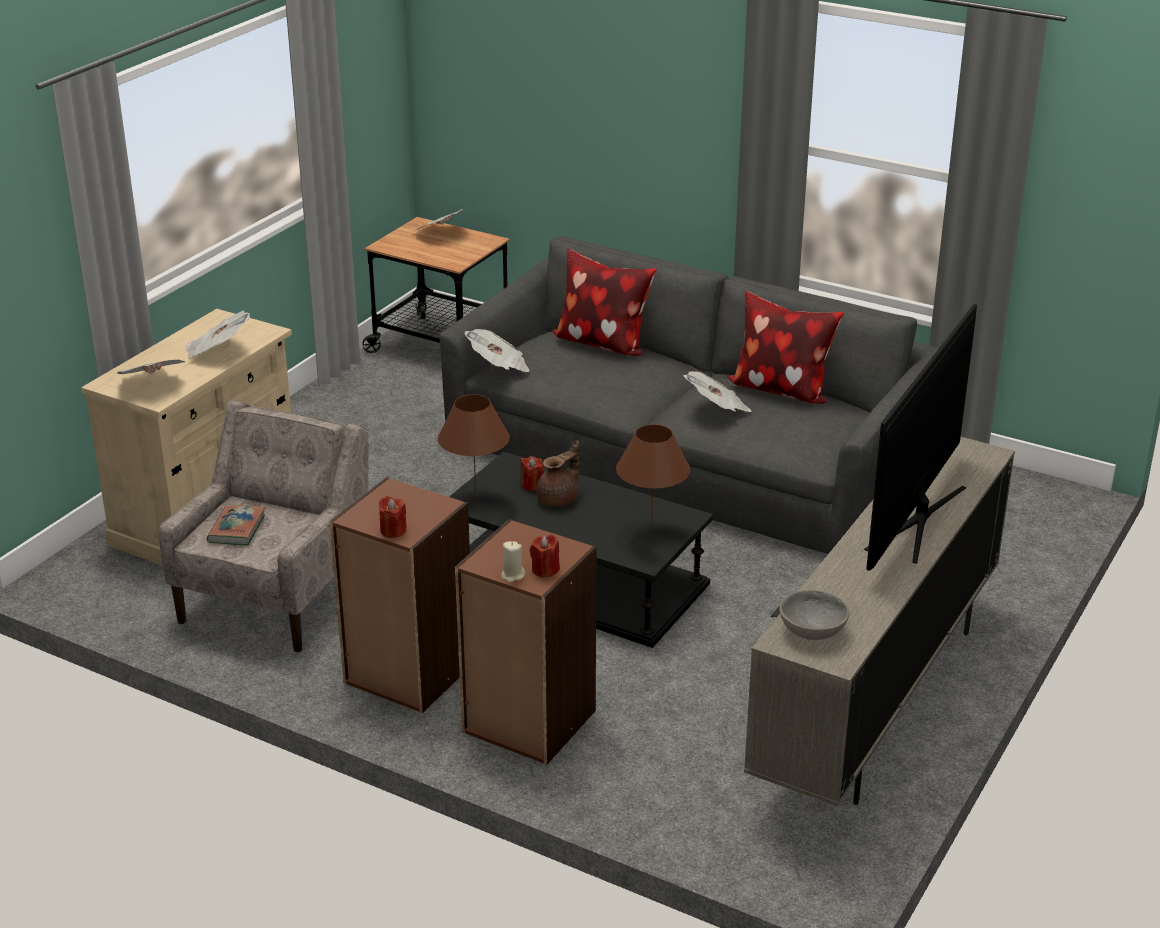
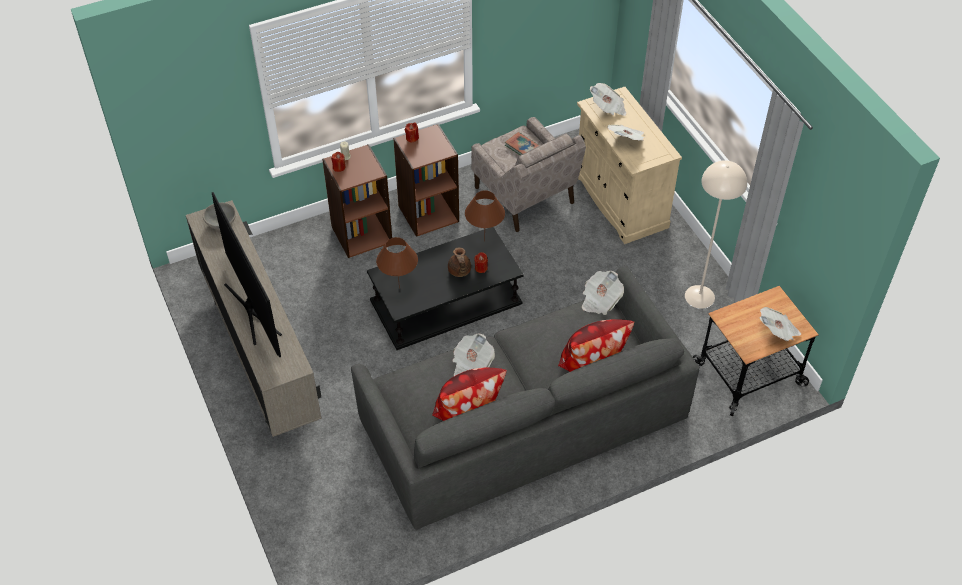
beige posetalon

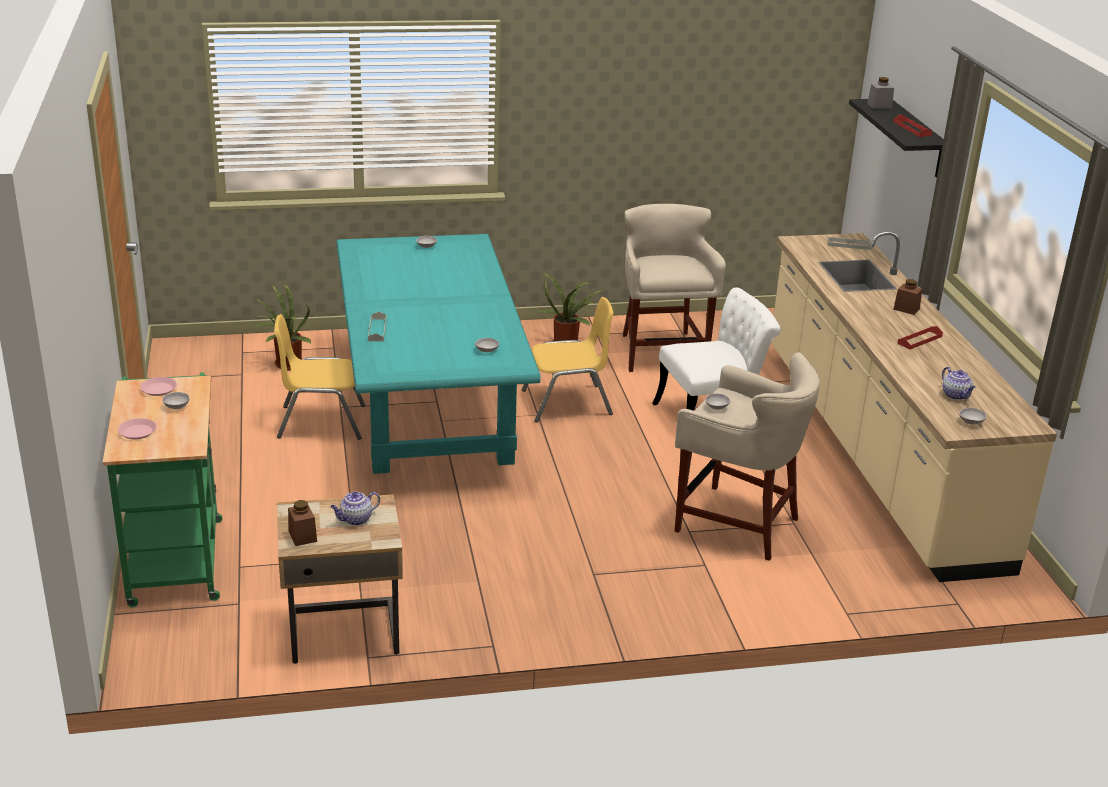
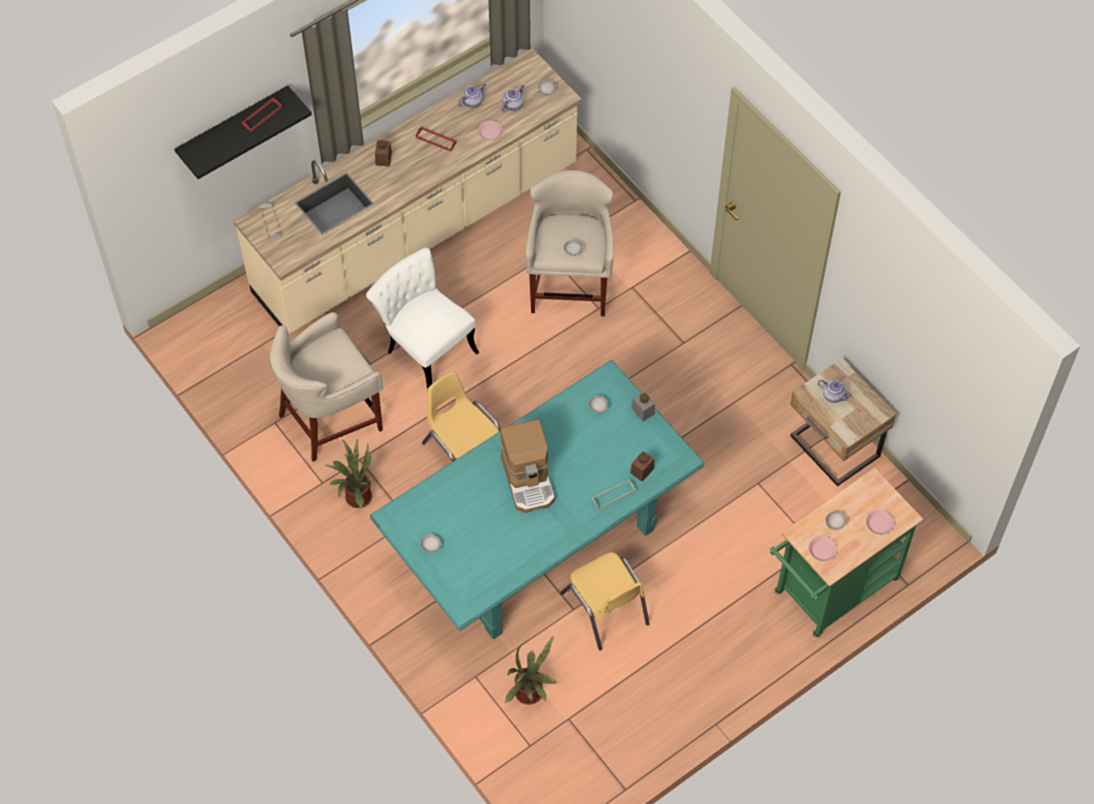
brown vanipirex (no. 2 from left)
grey vanipirex
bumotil (no. 1 from left)
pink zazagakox (no. 1 from left)
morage

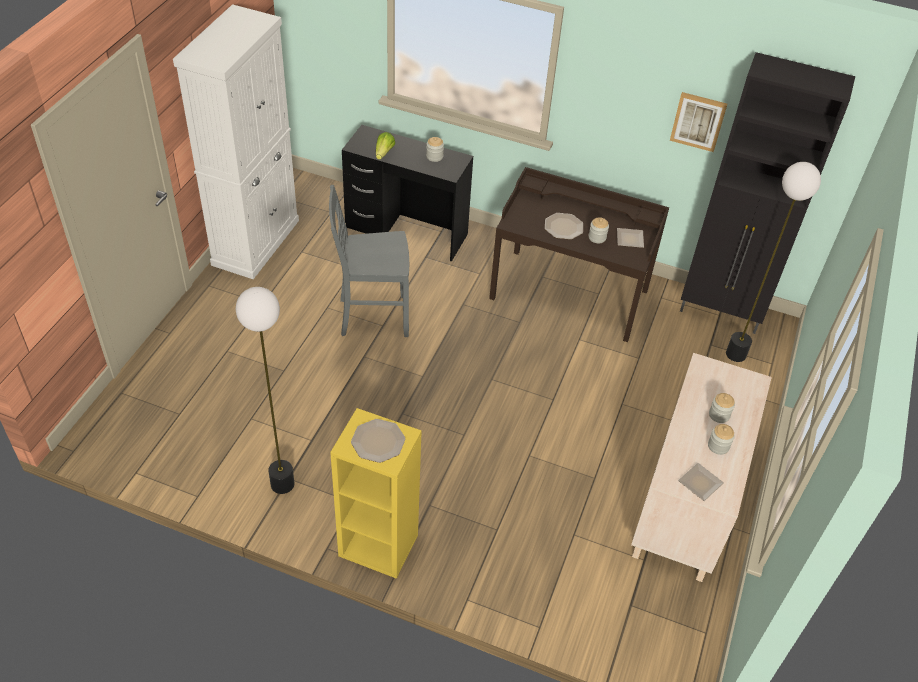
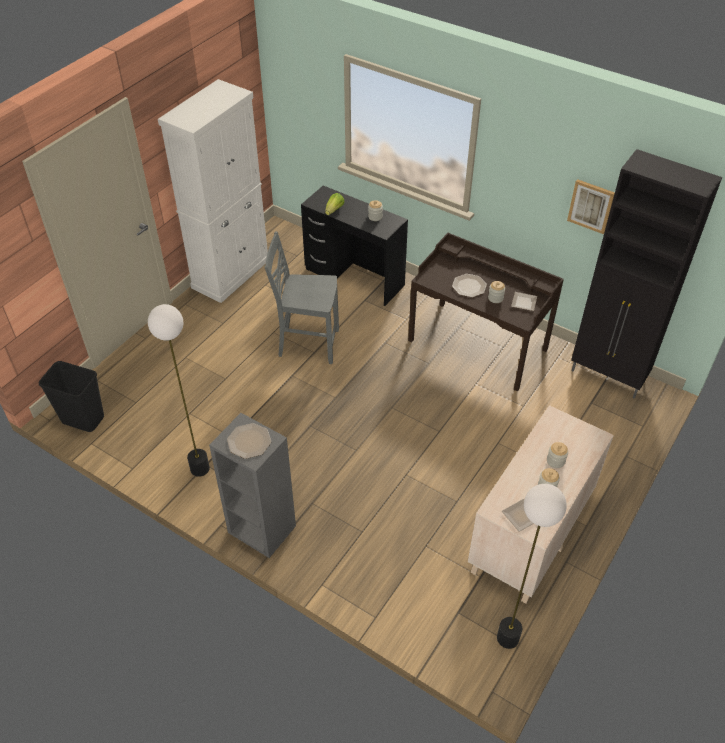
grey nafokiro
posetalon (no. 2 from left)
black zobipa

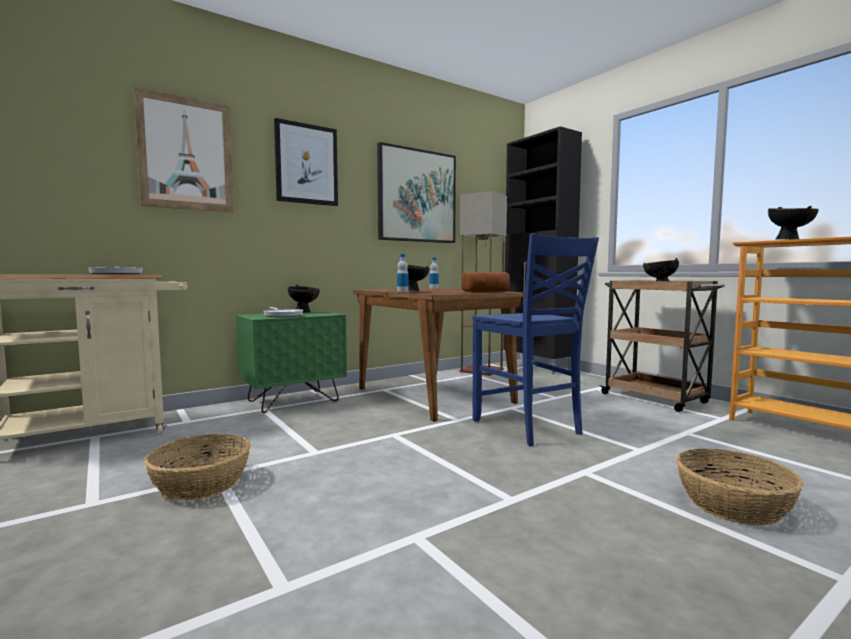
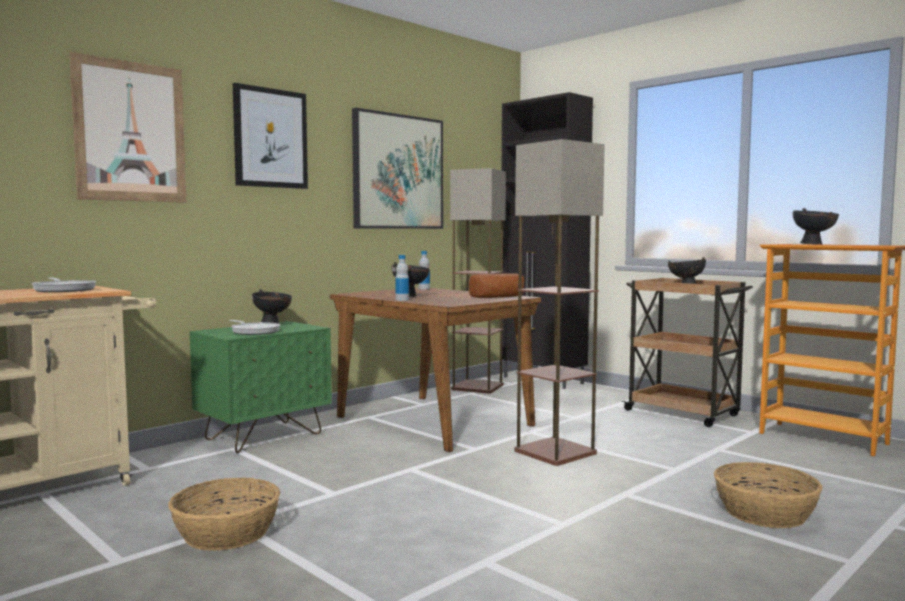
posetalon (no. 2 from left)

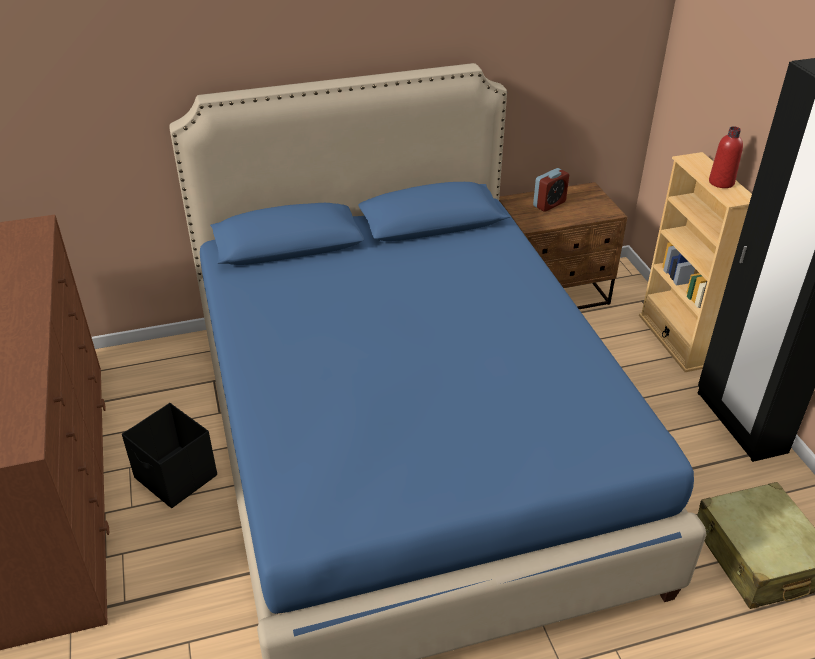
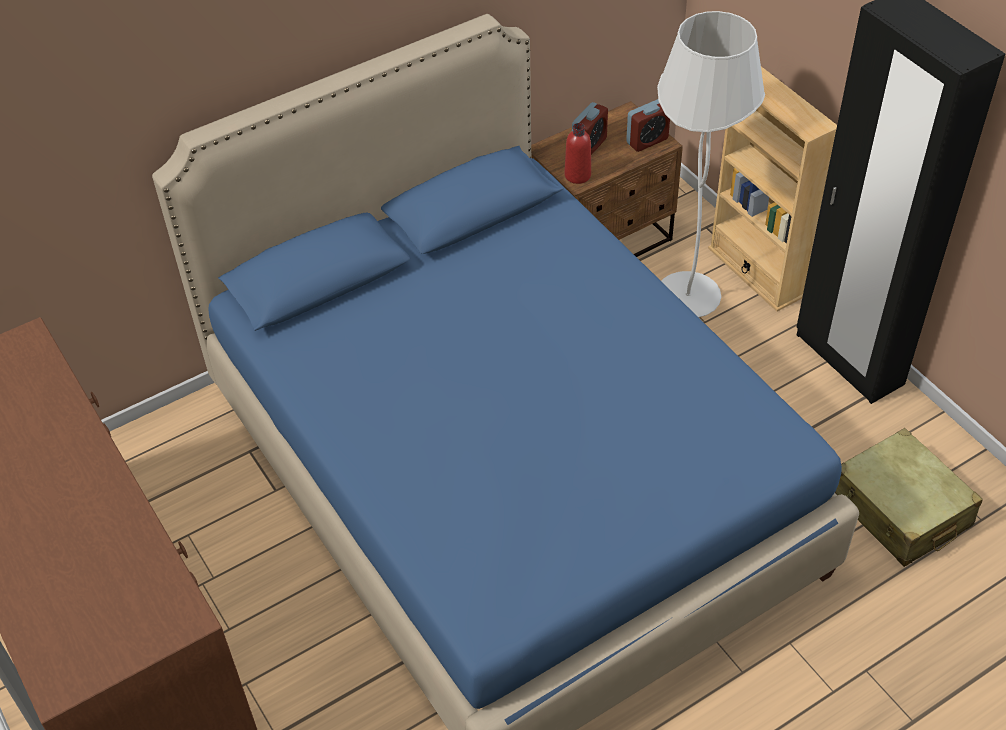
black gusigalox
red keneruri
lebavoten (no. 2 from left)
white posetalon

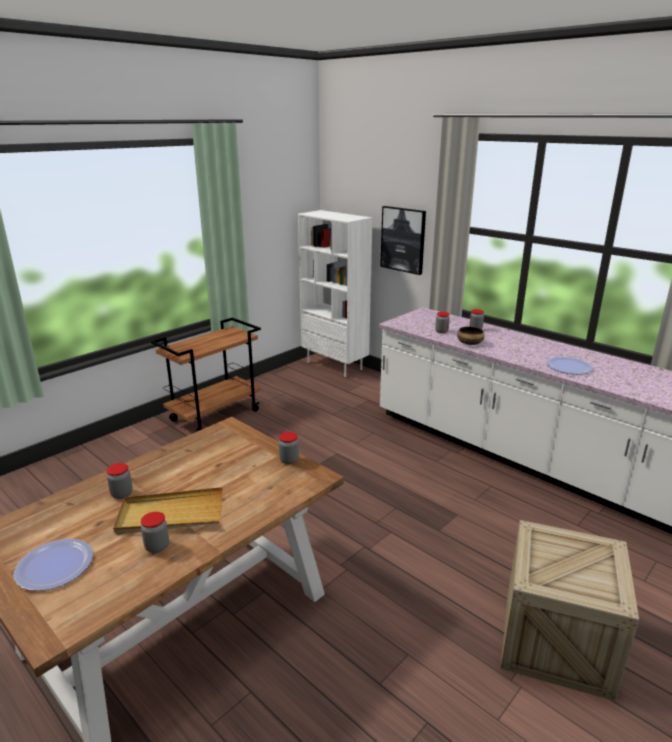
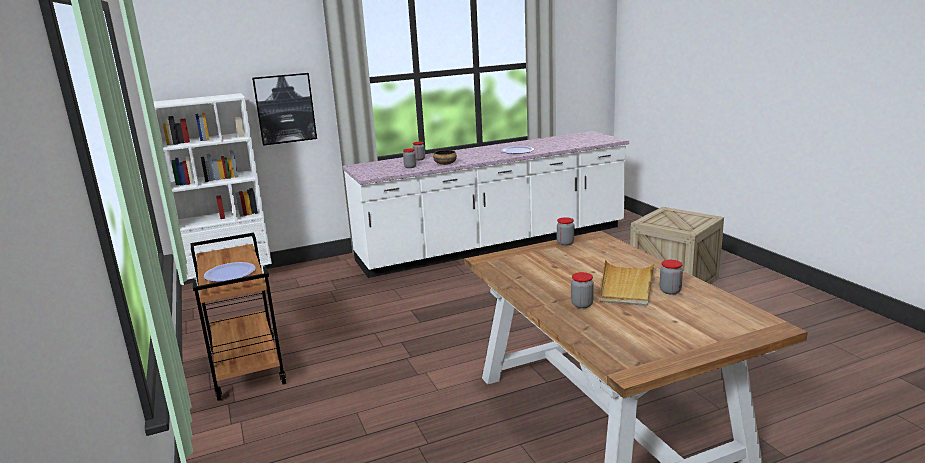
zazagakox (no. 1 from left)

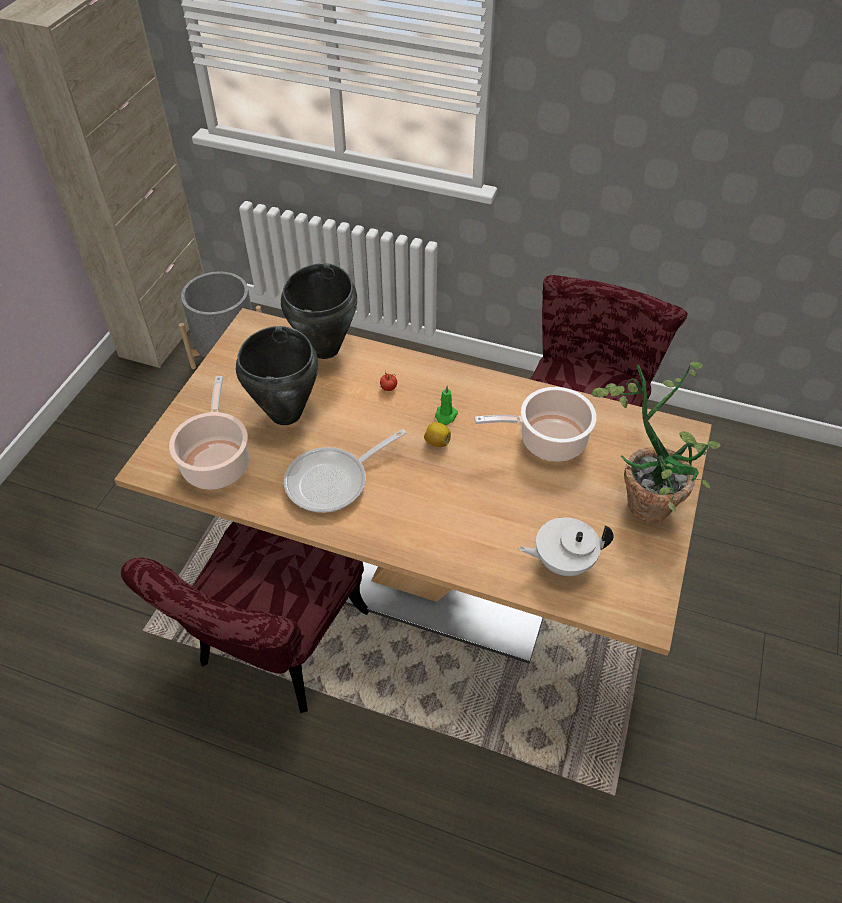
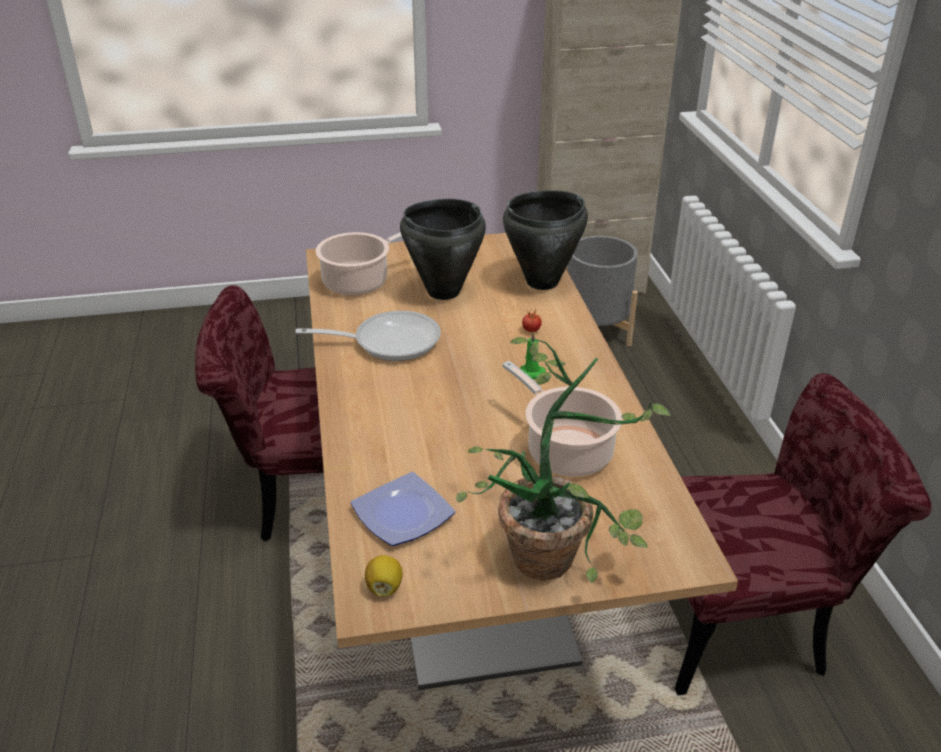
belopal
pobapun
zazagakox

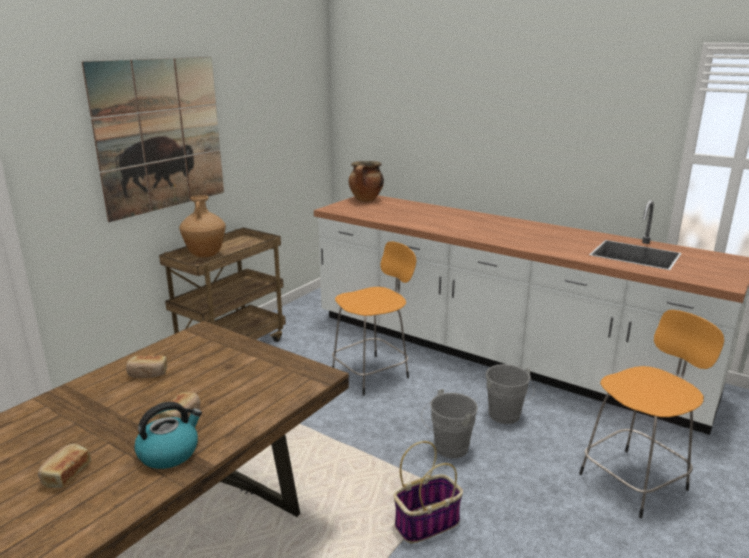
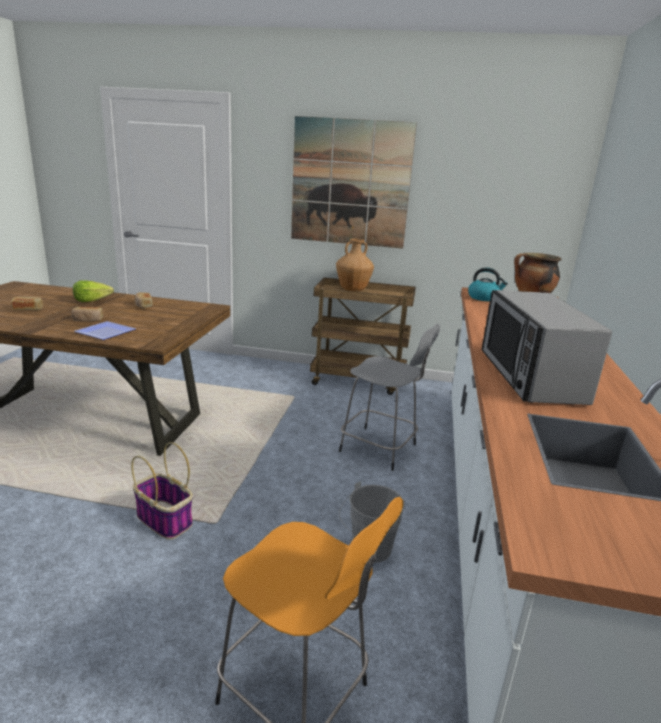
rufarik
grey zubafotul
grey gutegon (no. 1 from left in the first image)
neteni
zazagakox
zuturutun

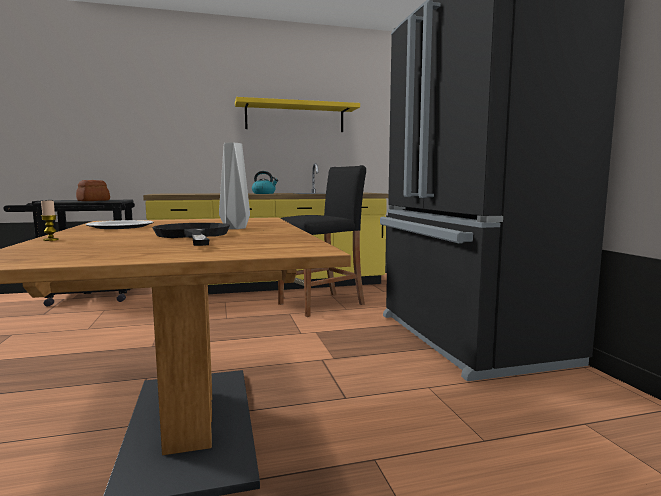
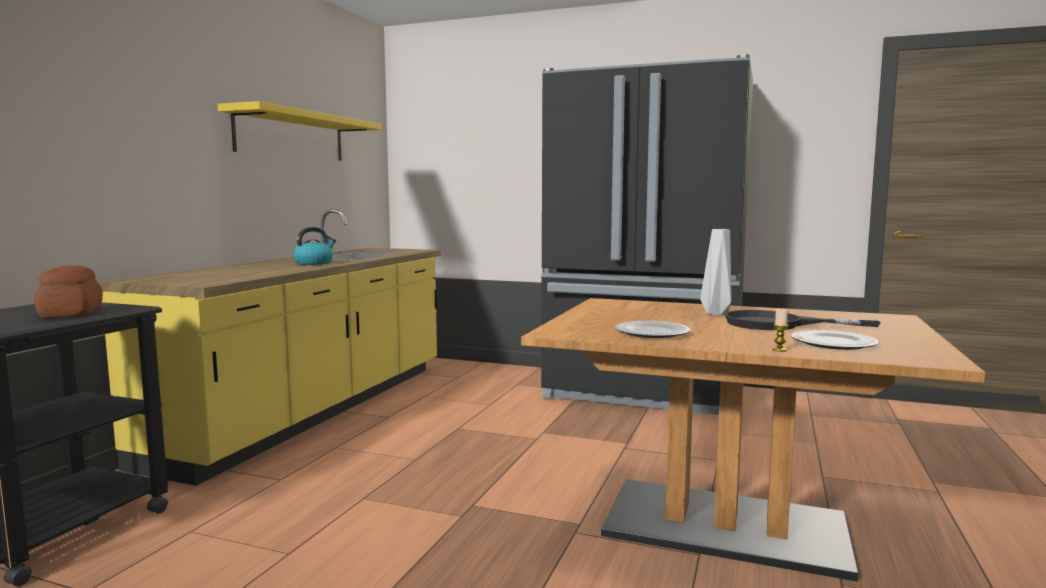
black zubafotul
zazagakox (no. 2 from left)

